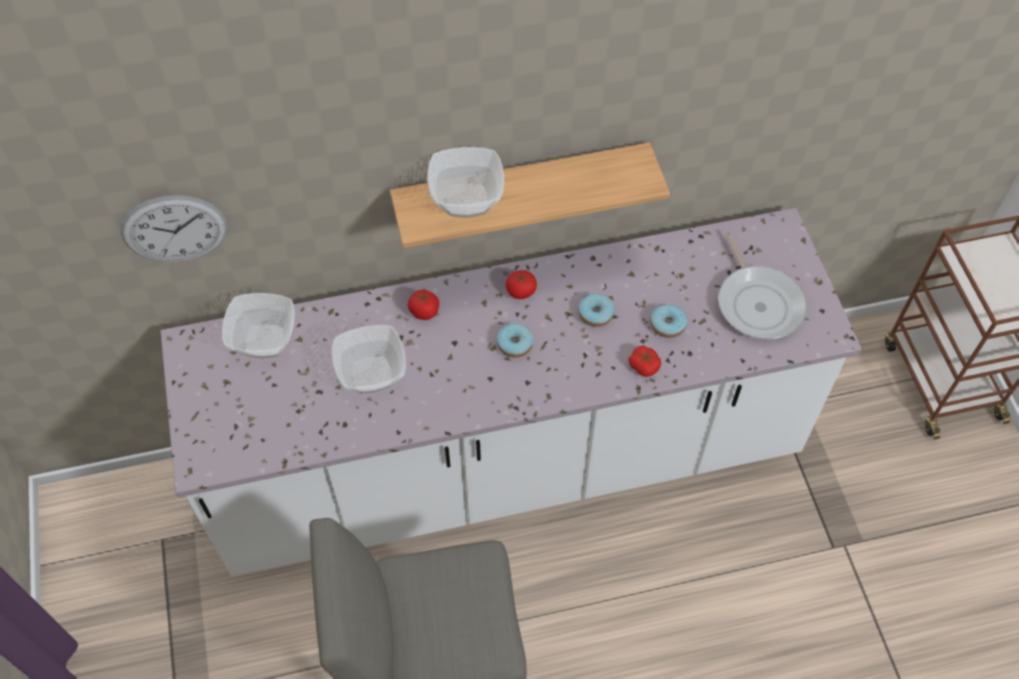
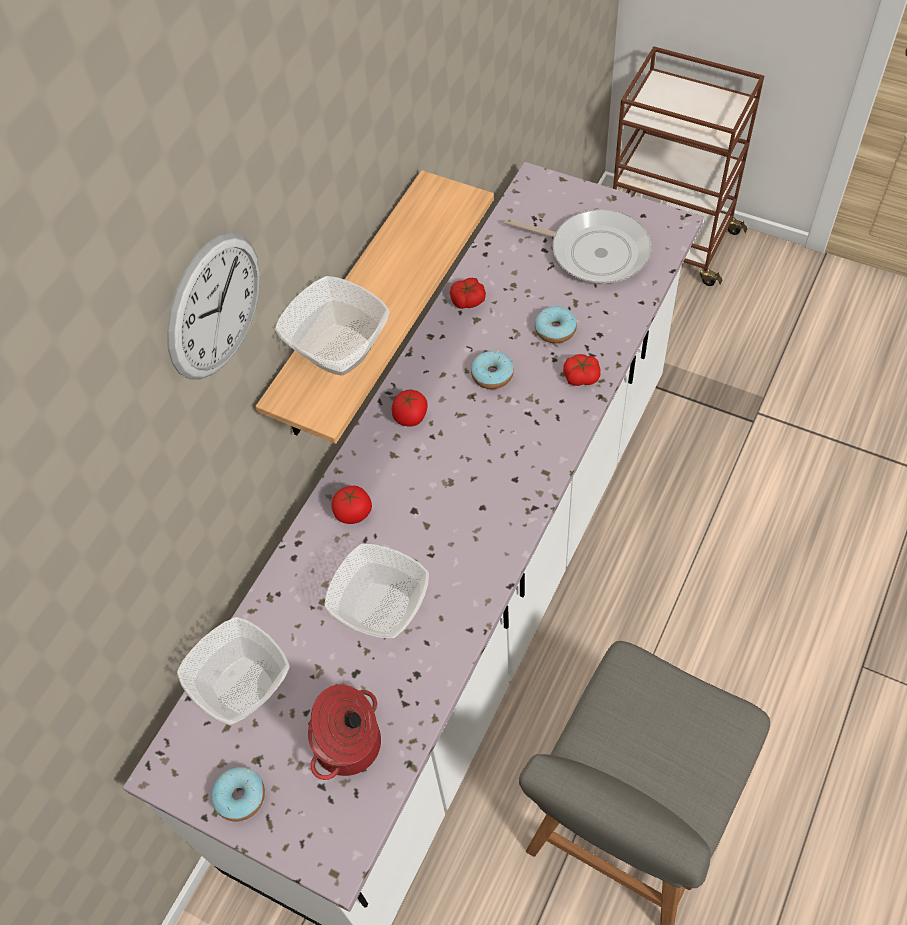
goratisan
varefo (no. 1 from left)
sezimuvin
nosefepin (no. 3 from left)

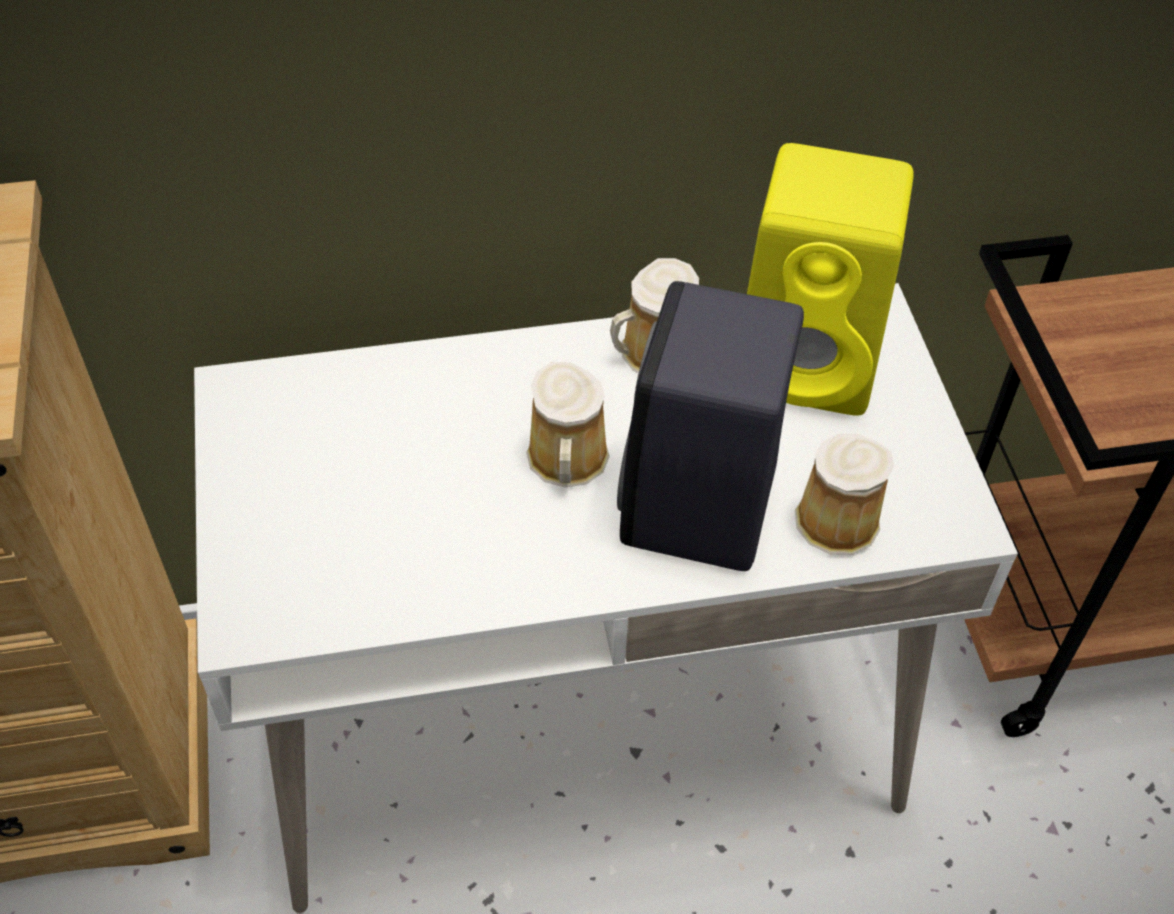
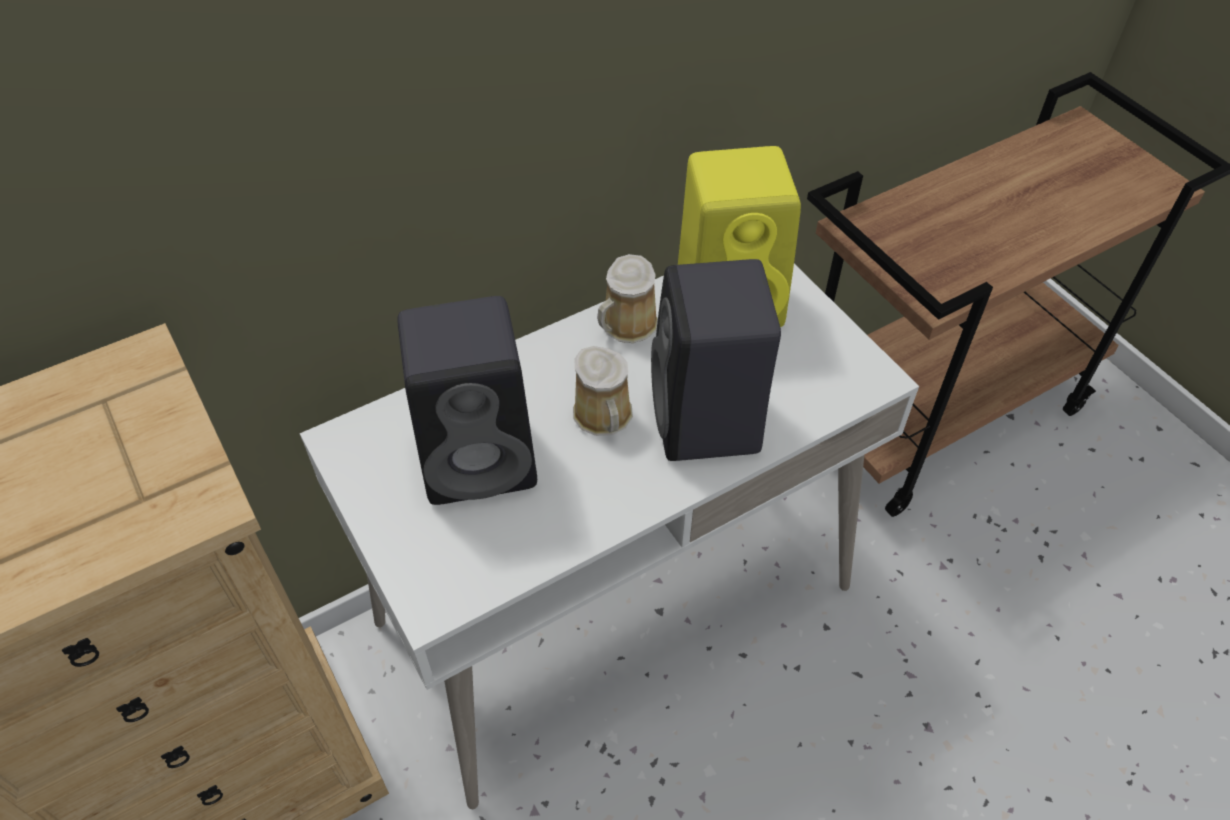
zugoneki (no. 3 from left in the first image)
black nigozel (no. 1 from left)

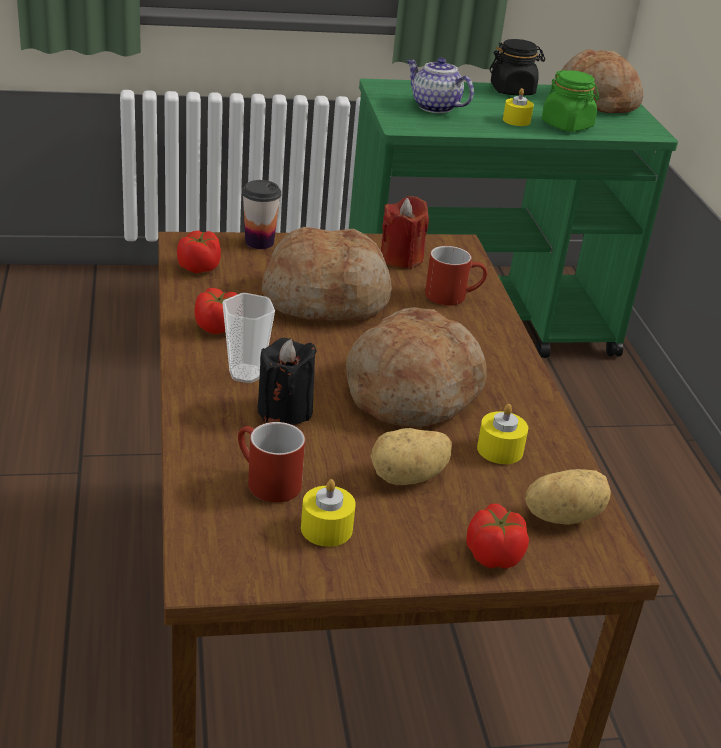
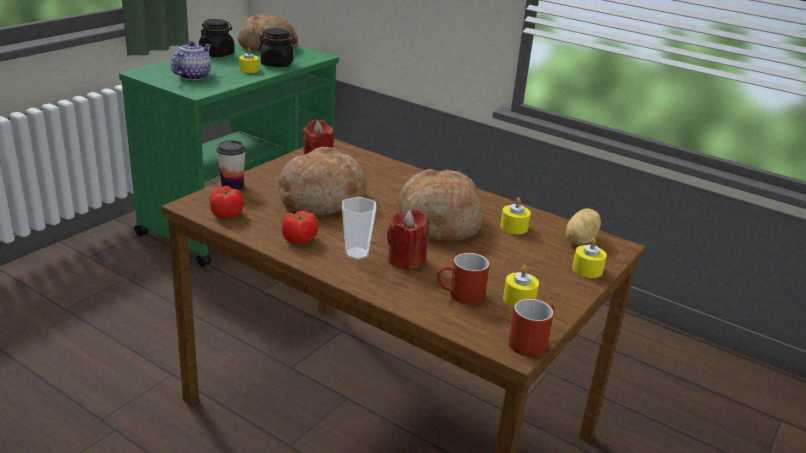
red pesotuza (no. 2 from left)
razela (no. 1 from left in the first image)
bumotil
red zugoneki (no. 2 from left)
yellow pesotuza (no. 4 from left)
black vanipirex (no. 2 from left)

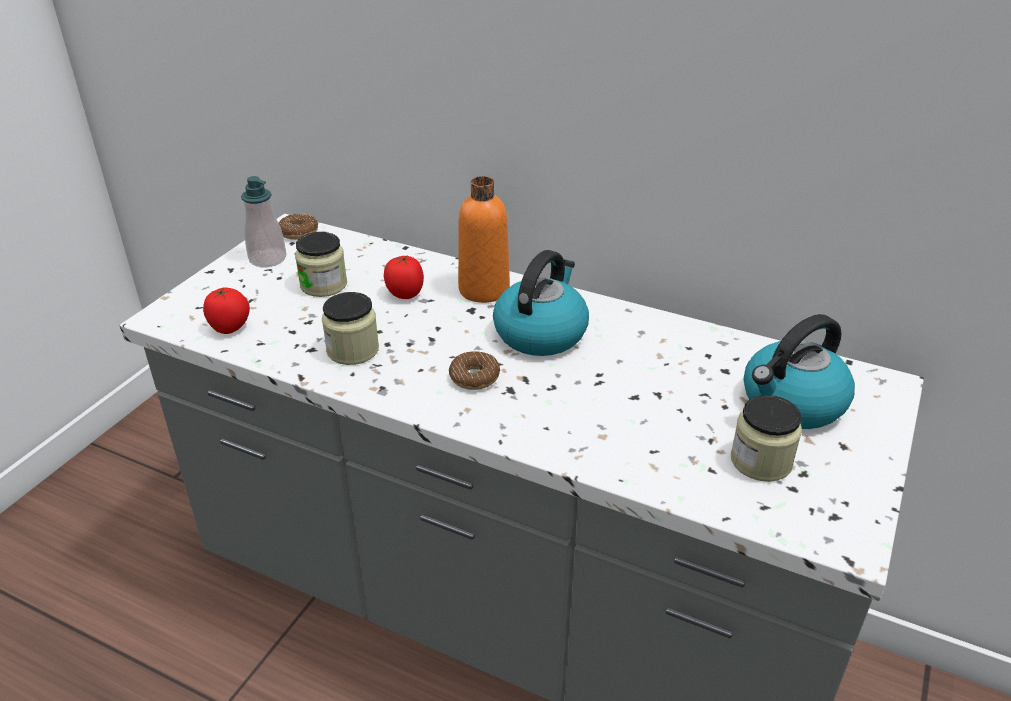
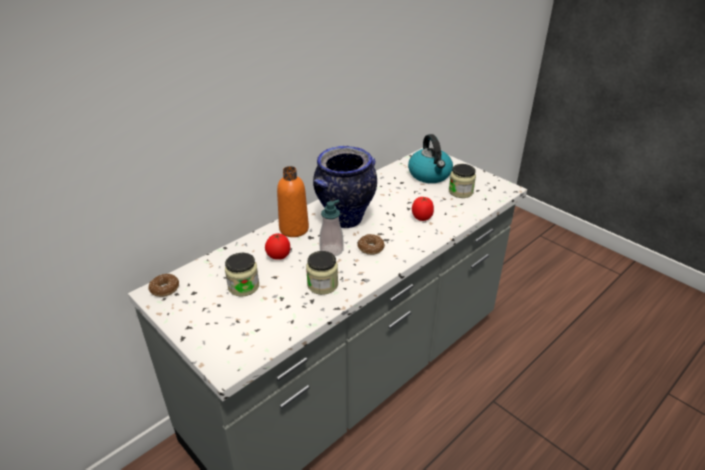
nosefepin (no. 2 from left)
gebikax
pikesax

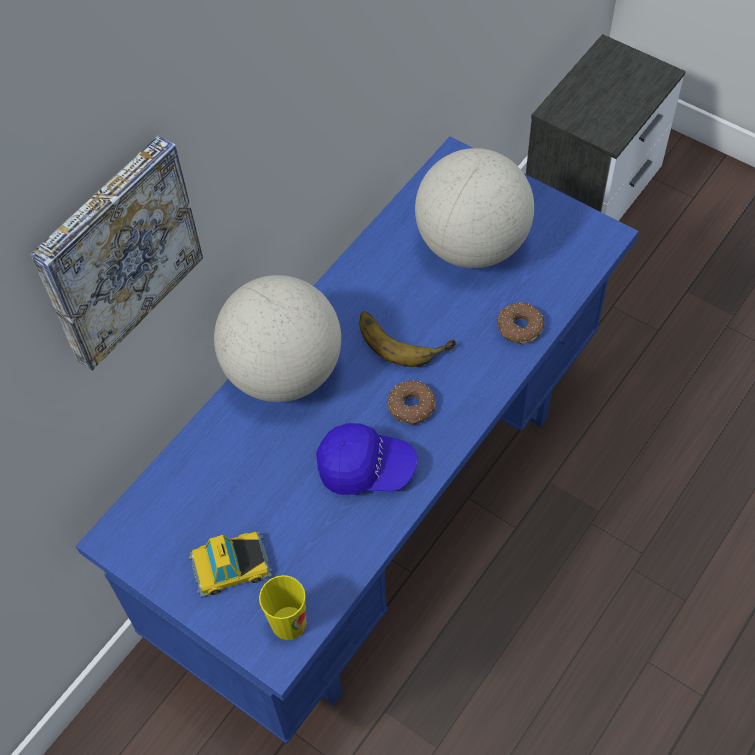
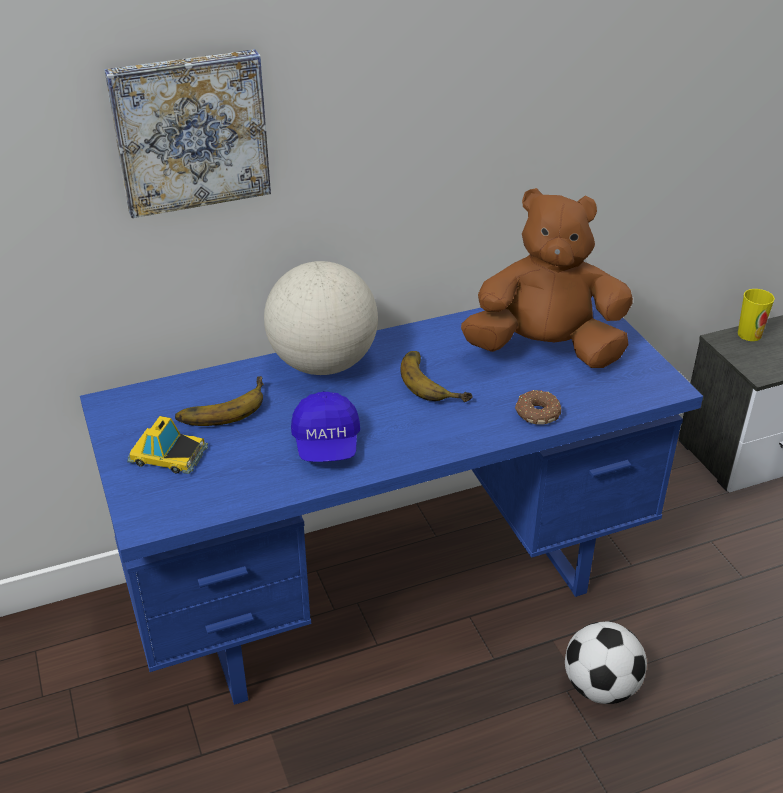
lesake
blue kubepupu
varefo (no. 1 from left in the first image)
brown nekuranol
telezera (no. 1 from left)
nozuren

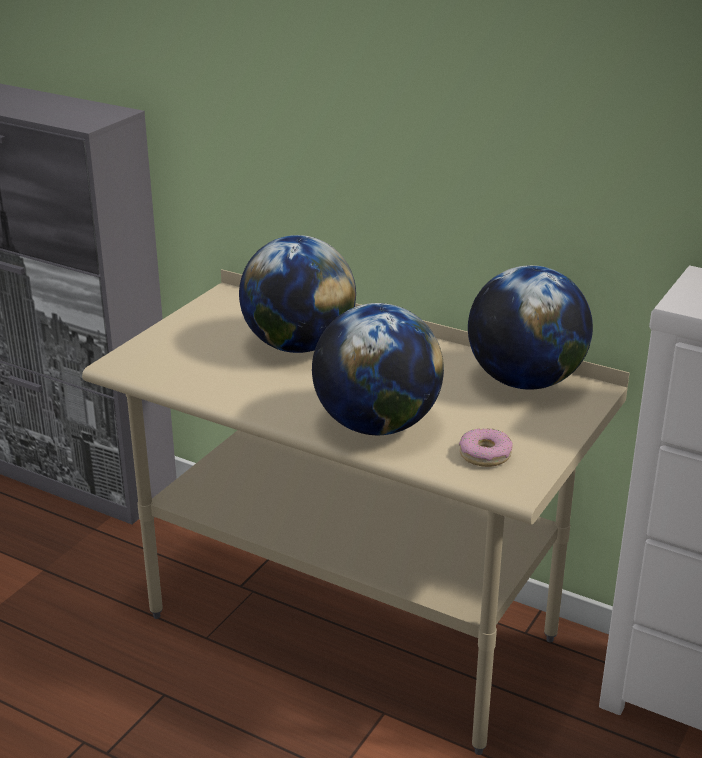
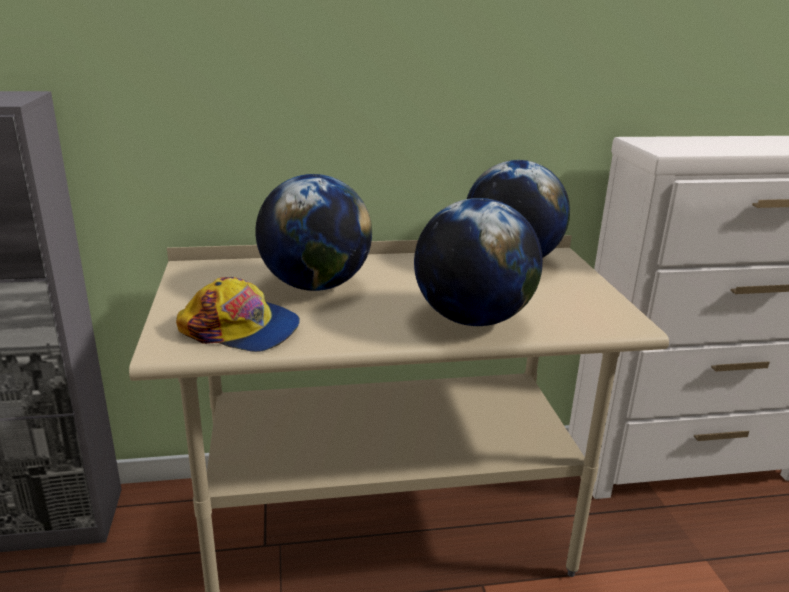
varefo
kubepupu

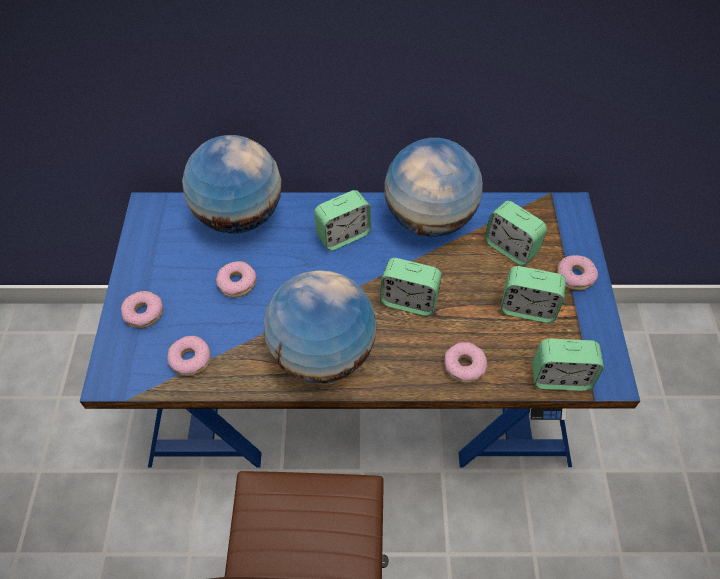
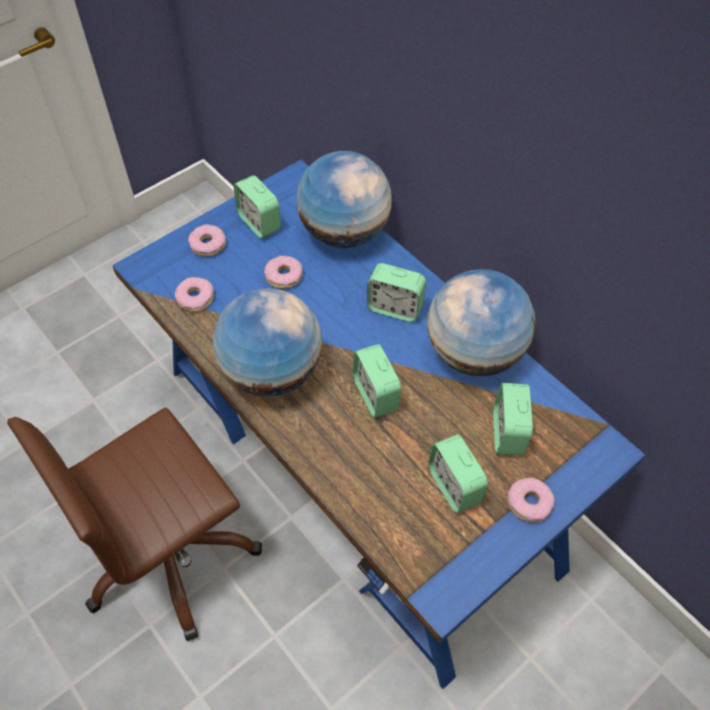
varefo (no. 4 from left in the first image)
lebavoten (no. 1 from left)

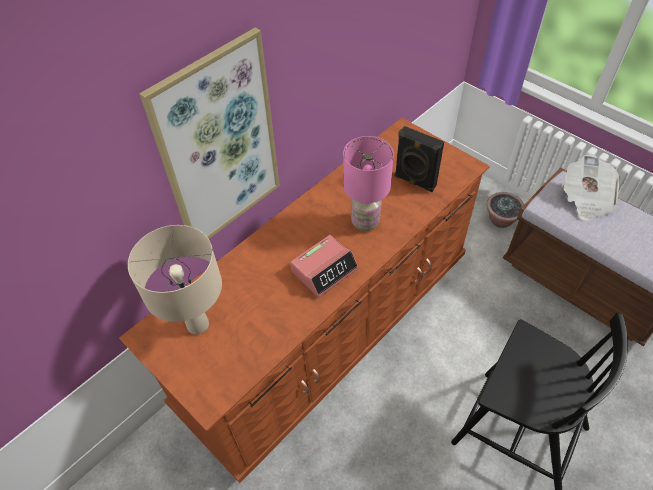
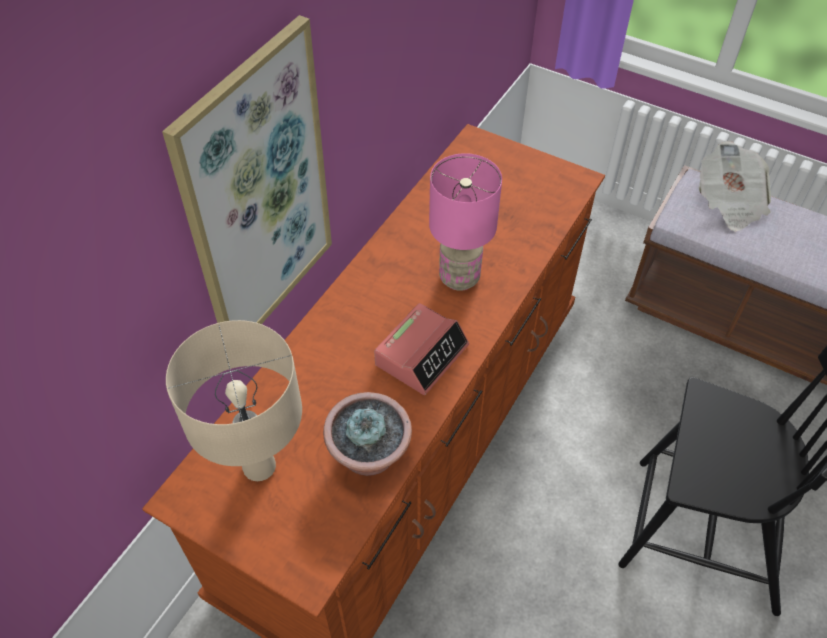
black nigozel
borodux

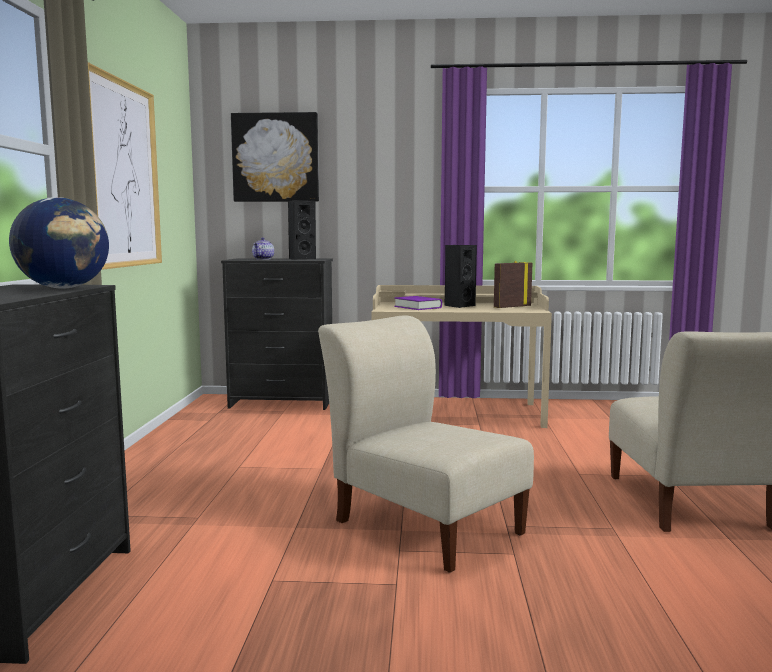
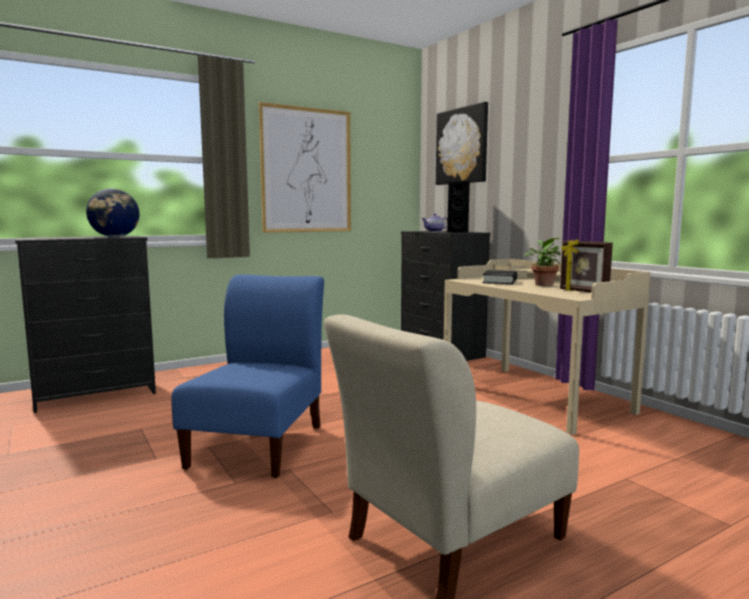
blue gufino
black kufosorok
borodux
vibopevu

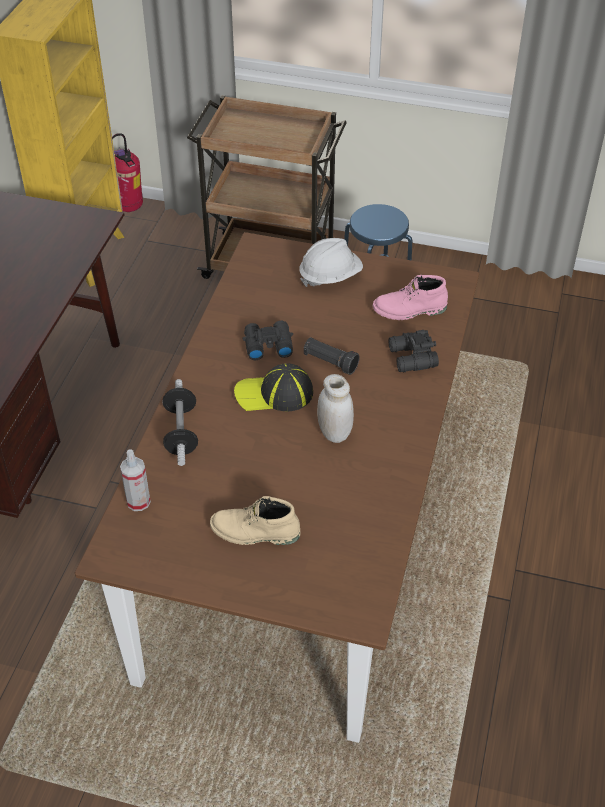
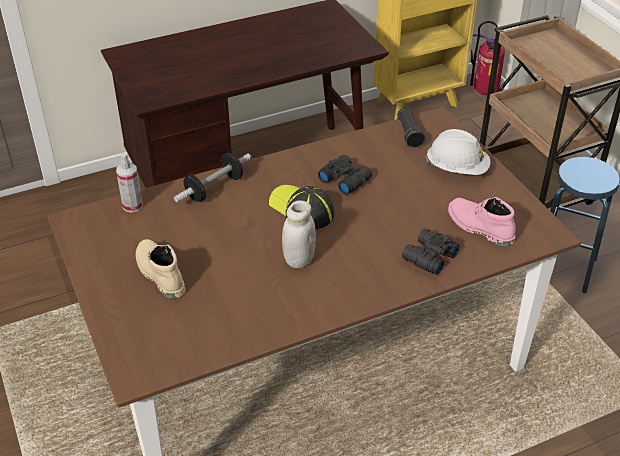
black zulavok

